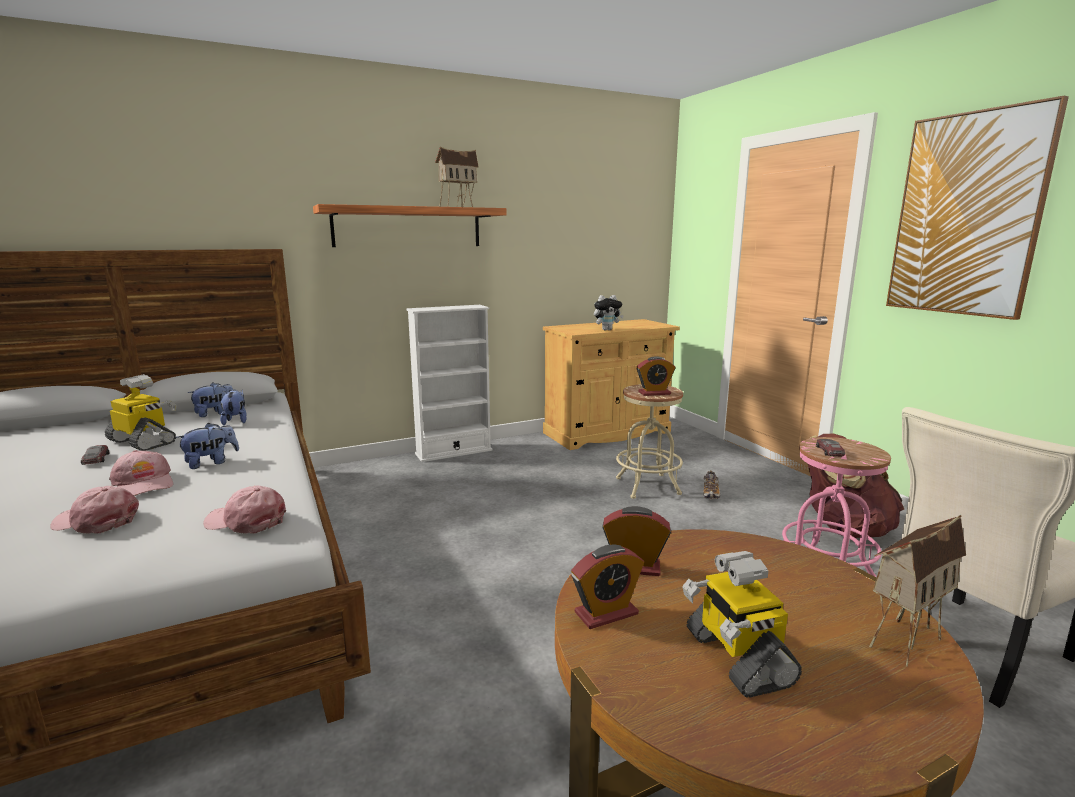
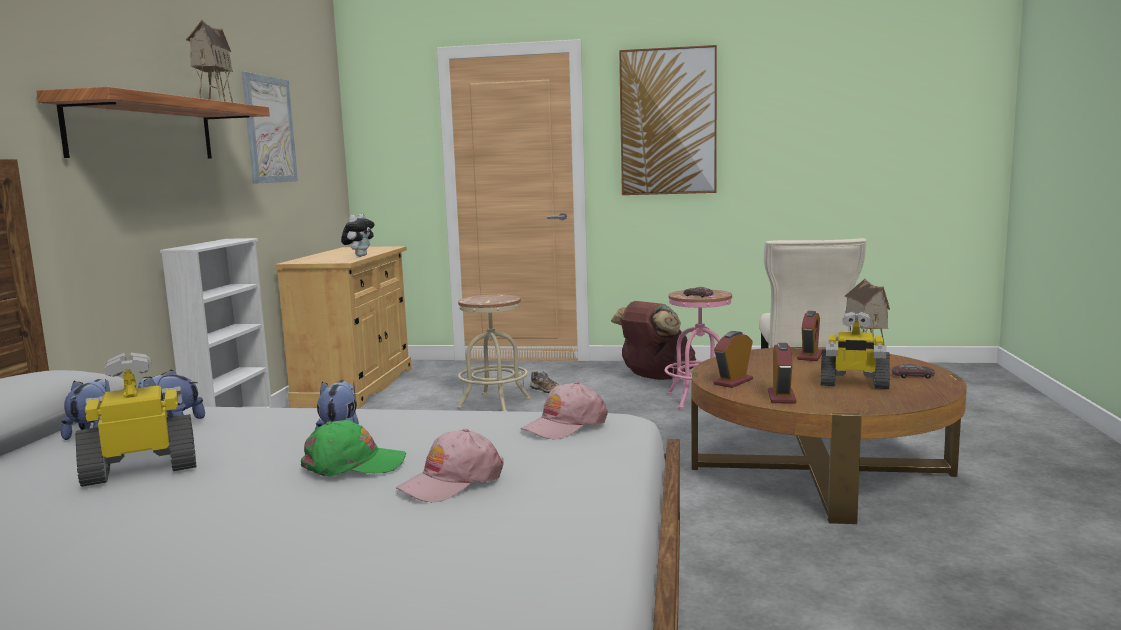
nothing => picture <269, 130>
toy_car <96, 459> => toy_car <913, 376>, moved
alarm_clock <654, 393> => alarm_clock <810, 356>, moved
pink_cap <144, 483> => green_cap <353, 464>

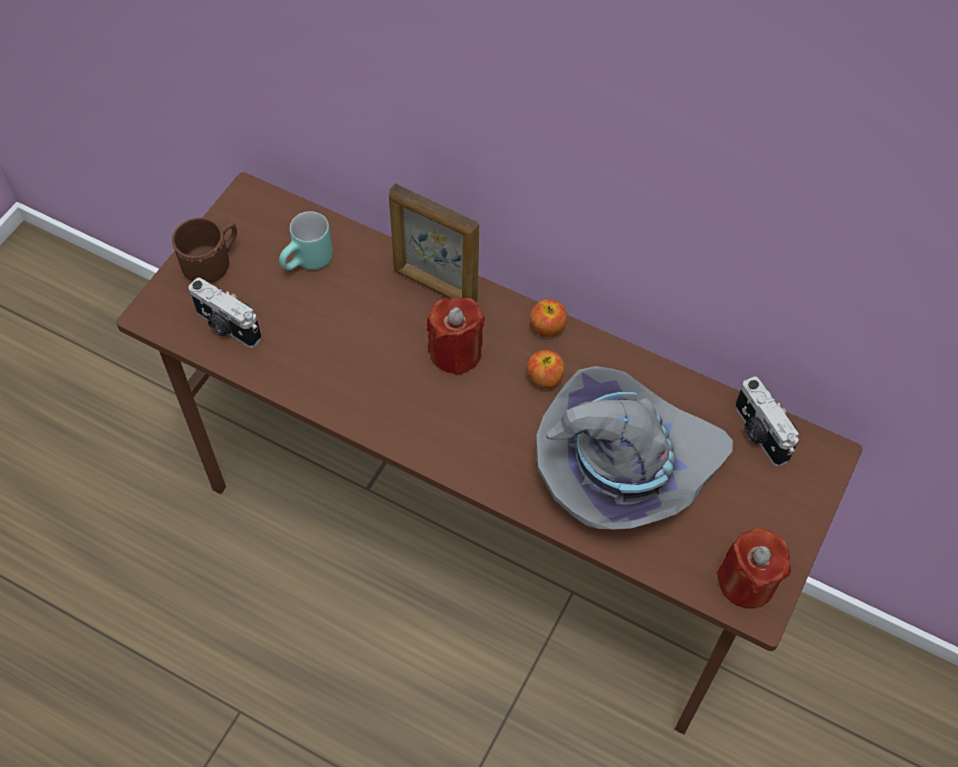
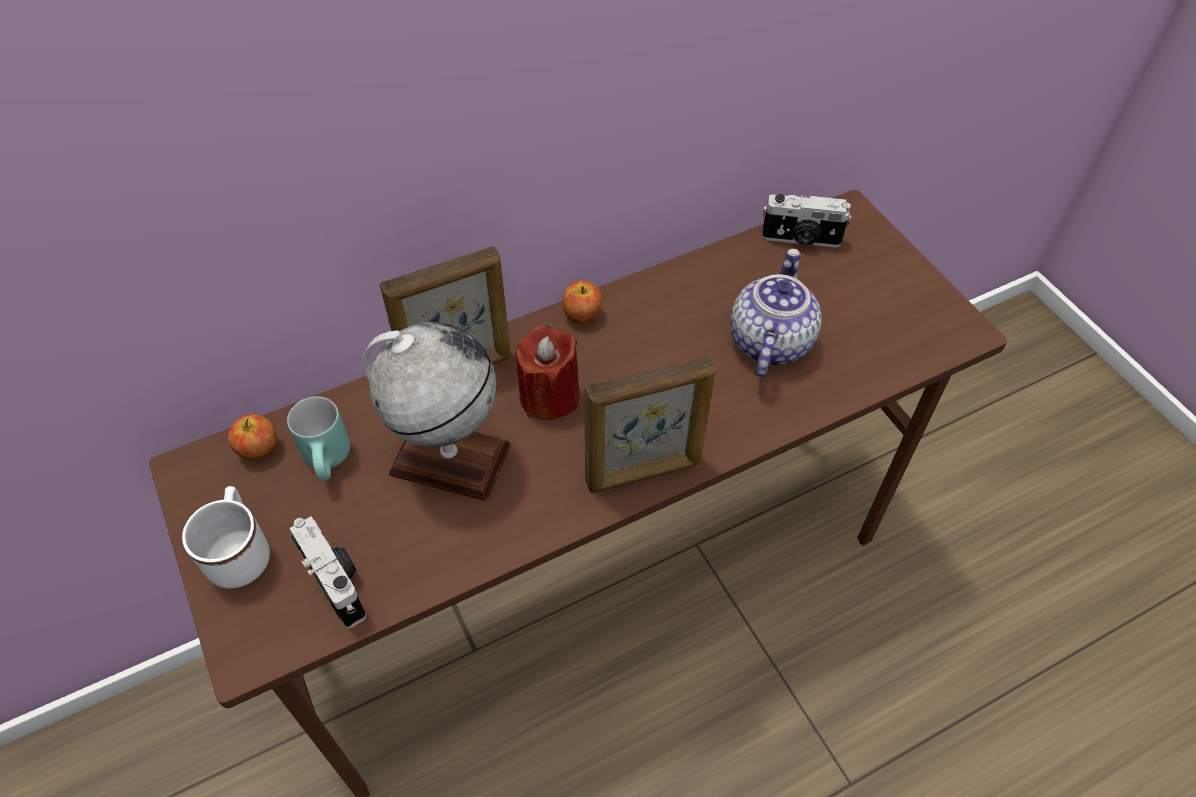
red_candle <747, 582> => nothing
nothing => globe <449, 459>
nothing => picture_frame <644, 473>
apple <544, 378> => apple <258, 449>, moved
grey_hat <624, 466> => teapot <769, 341>
brown_mug <213, 263> => white_mug <241, 552>
photo_camera <227, 327> => photo_camera <337, 583>, 105 degrees counterclockwise

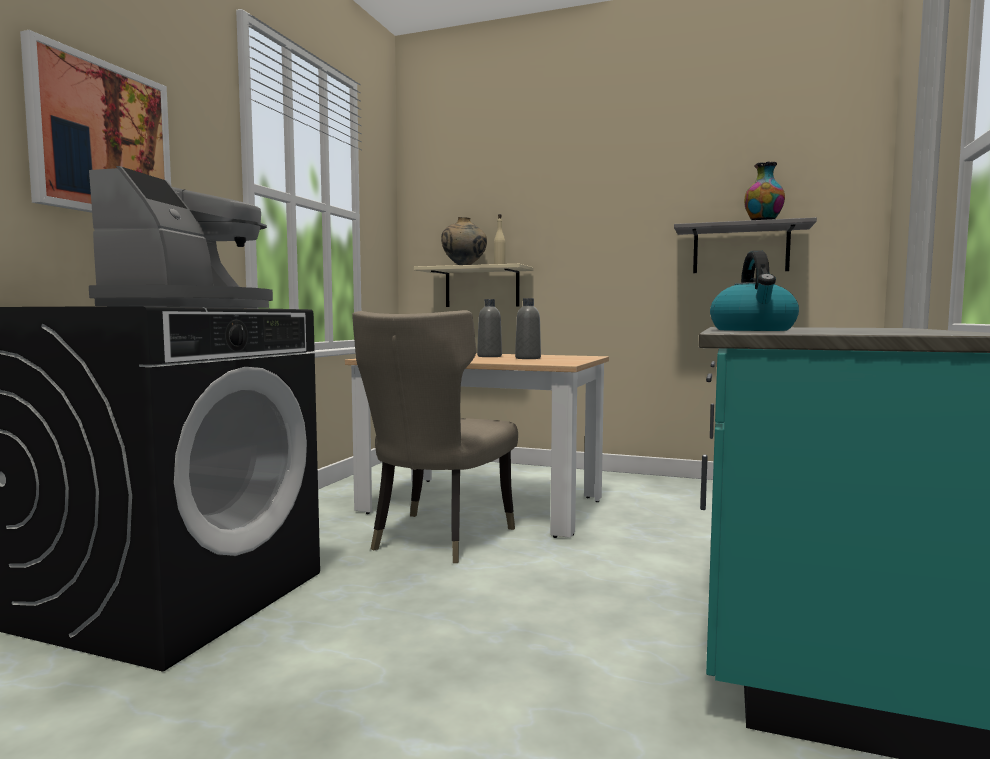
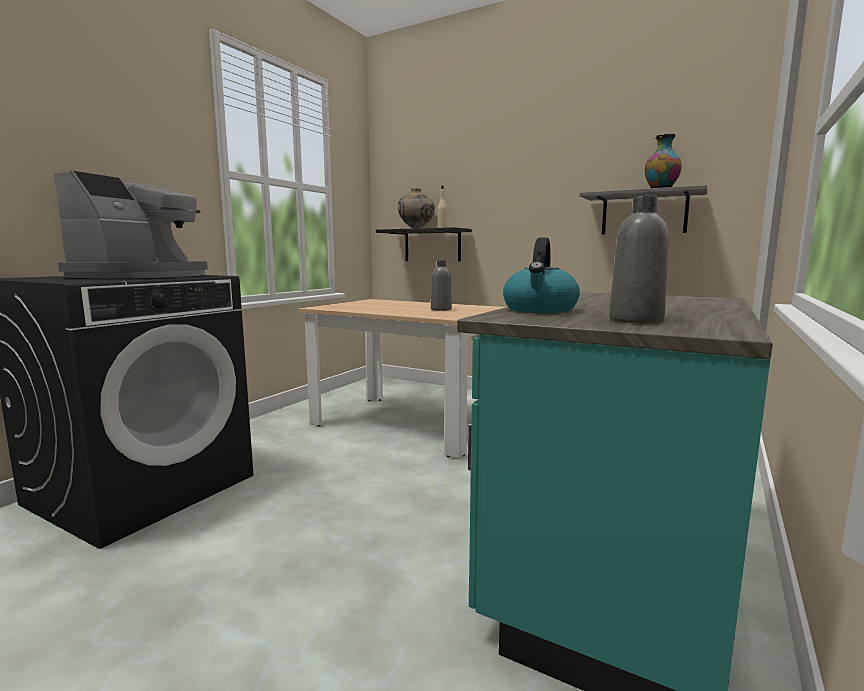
picture <101, 139> => nothing
beige_chair <436, 539> => nothing
grey_bottle <489, 356> => grey_bottle <635, 320>, moved
beige_shelf <482, 287> => black_shelf <432, 245>

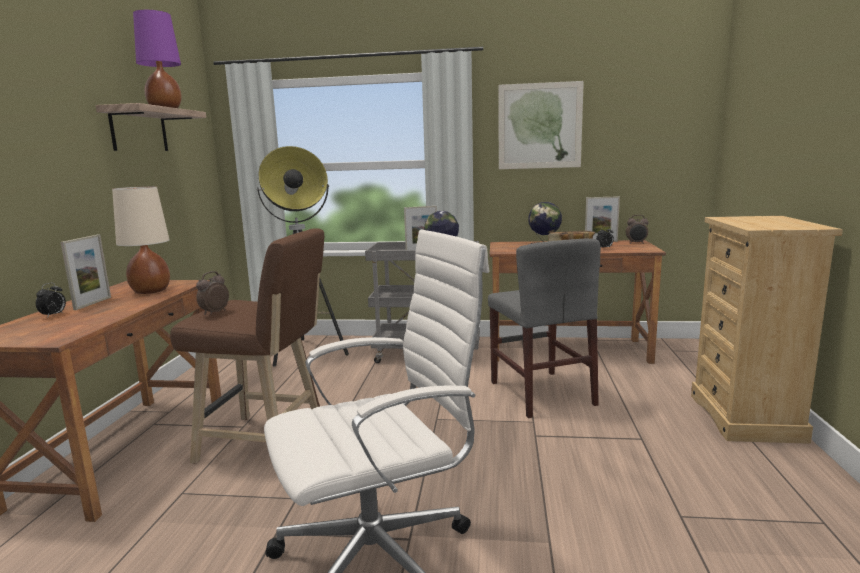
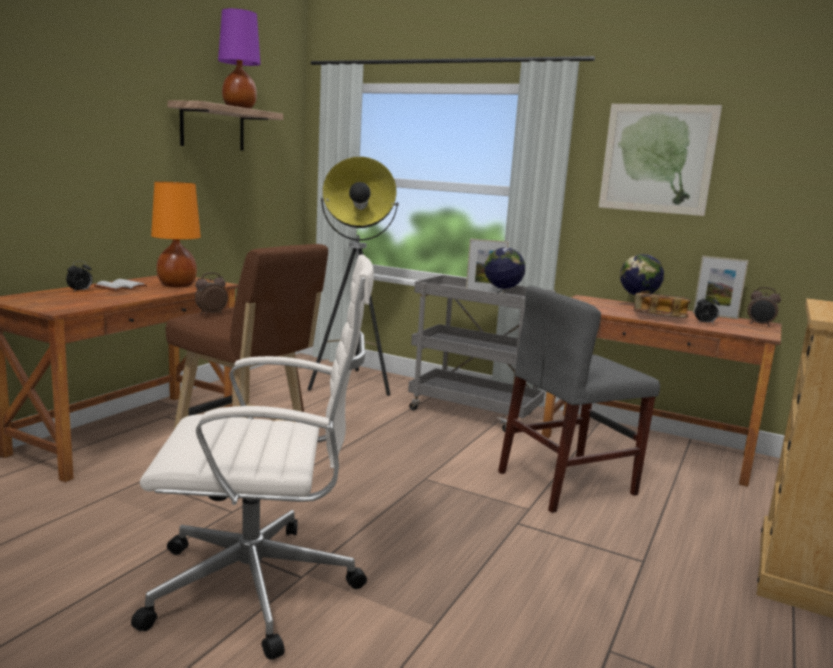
picture_frame <93, 303> => white_book <120, 287>
beige_table_lamp <151, 291> => orange_table_lamp <177, 285>
grey_chair <541, 393> => grey_chair <567, 483>, 60 degrees clockwise

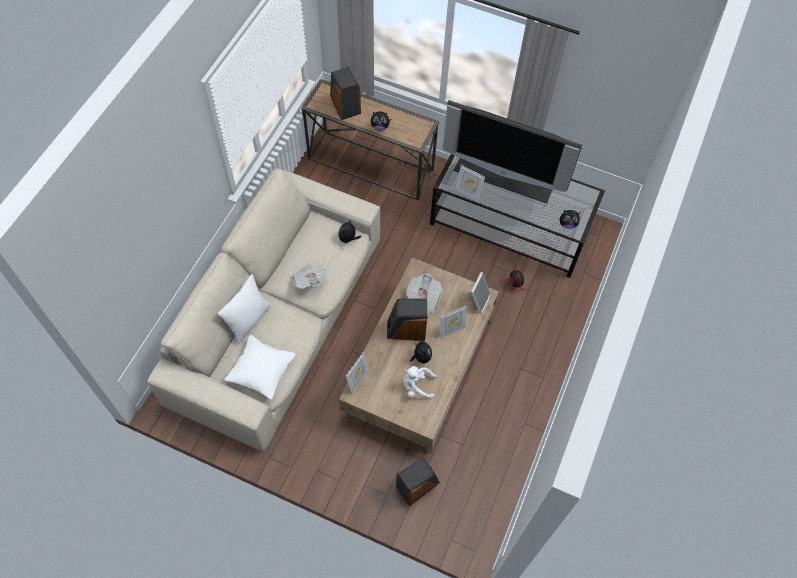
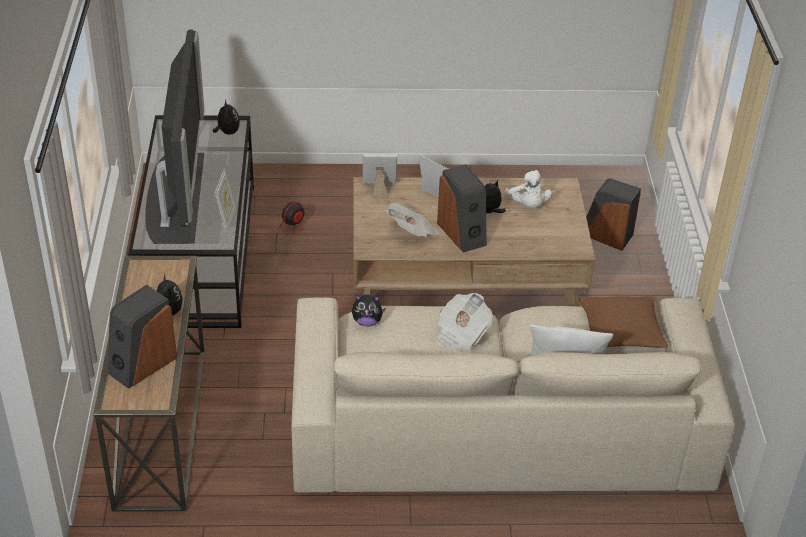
picture_frame <358, 380> => nothing
white_pillow <261, 370> => brown_pillow <620, 332>

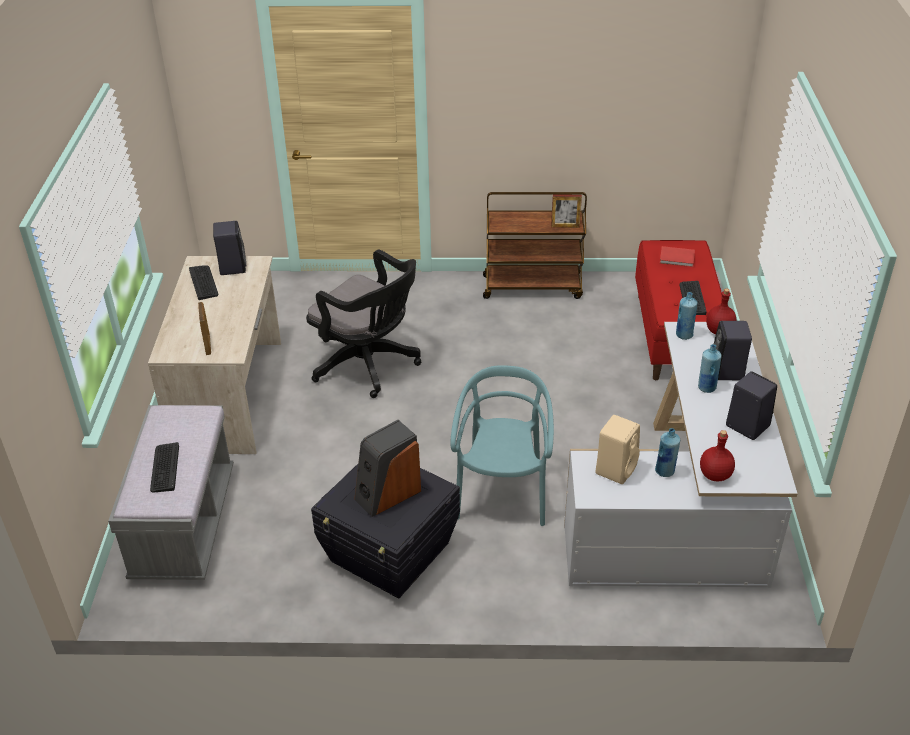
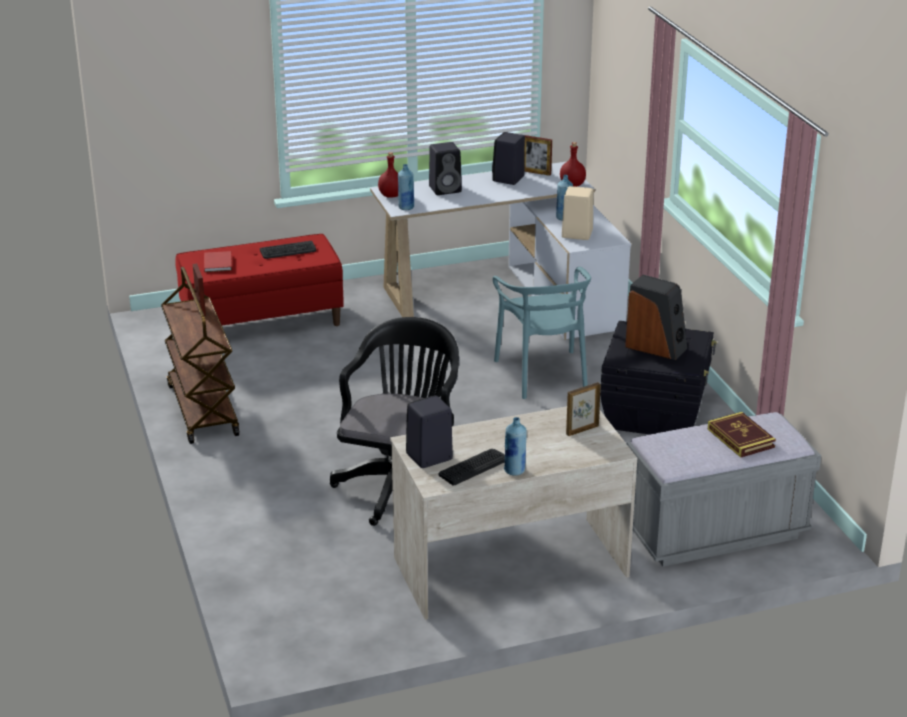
nothing => picture_frame <536, 172>
blue_bottle <706, 387> => blue_bottle <514, 471>, moved
keyboard <164, 468> => book <740, 438>
turquoise_chair <502, 493> => turquoise_chair <543, 374>, 90 degrees counterclockwise

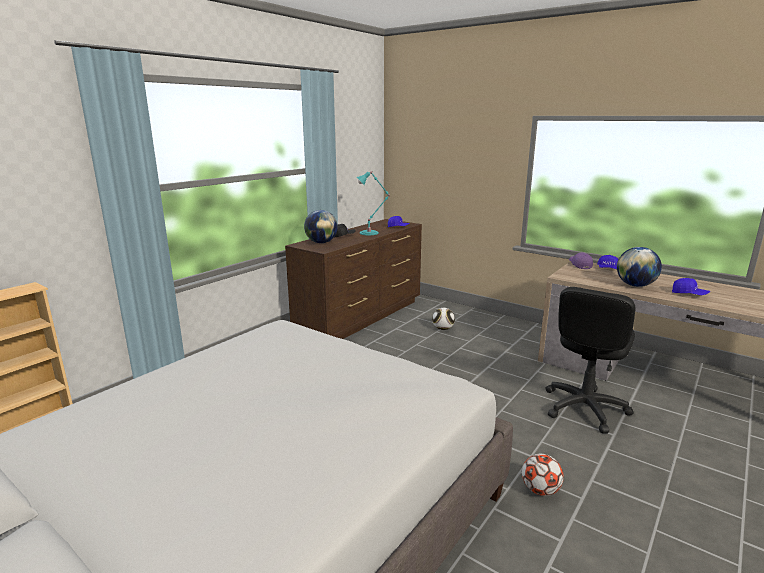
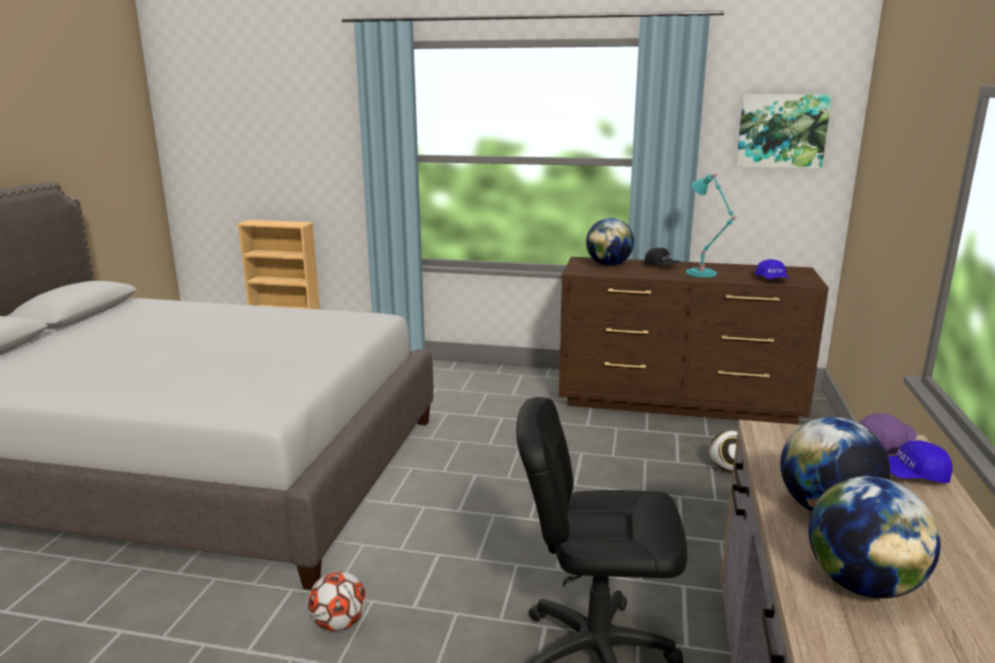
nothing => picture <781, 131>
blue_cap <689, 294> => globe <862, 584>

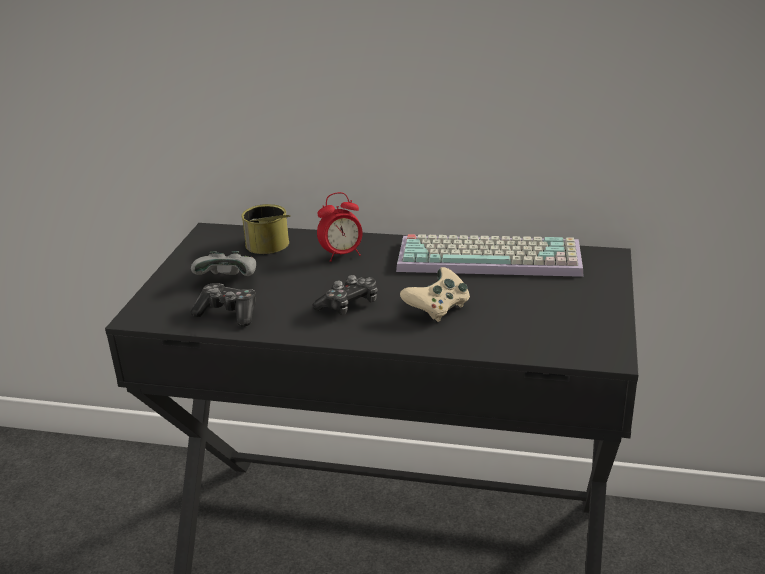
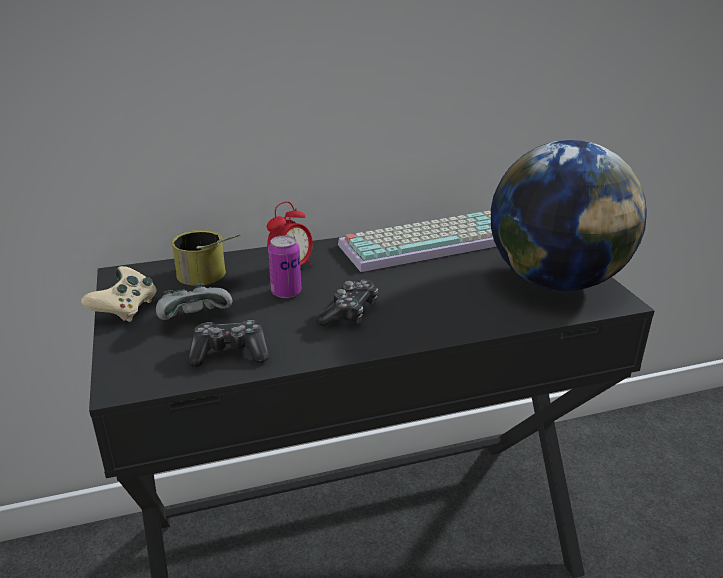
nothing => can <286, 292>
nothing => globe <555, 281>
beige_game_controller <438, 309> => beige_game_controller <125, 309>, moved

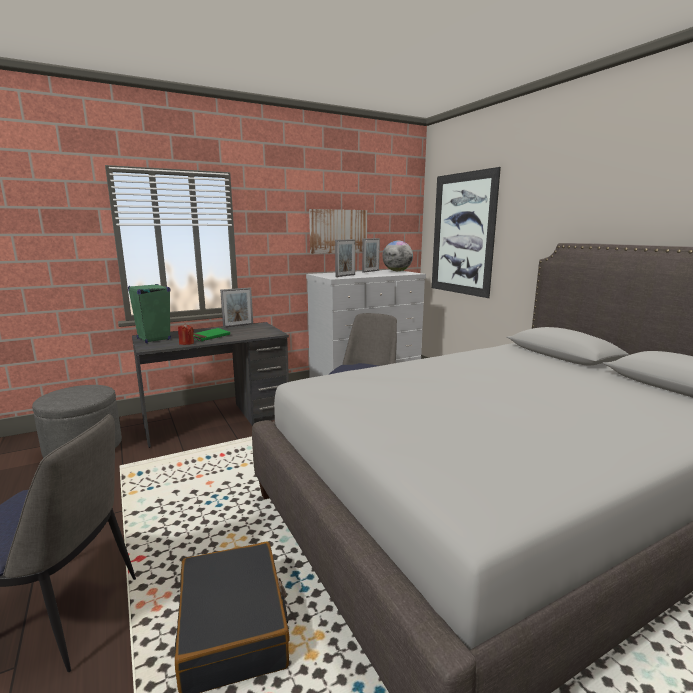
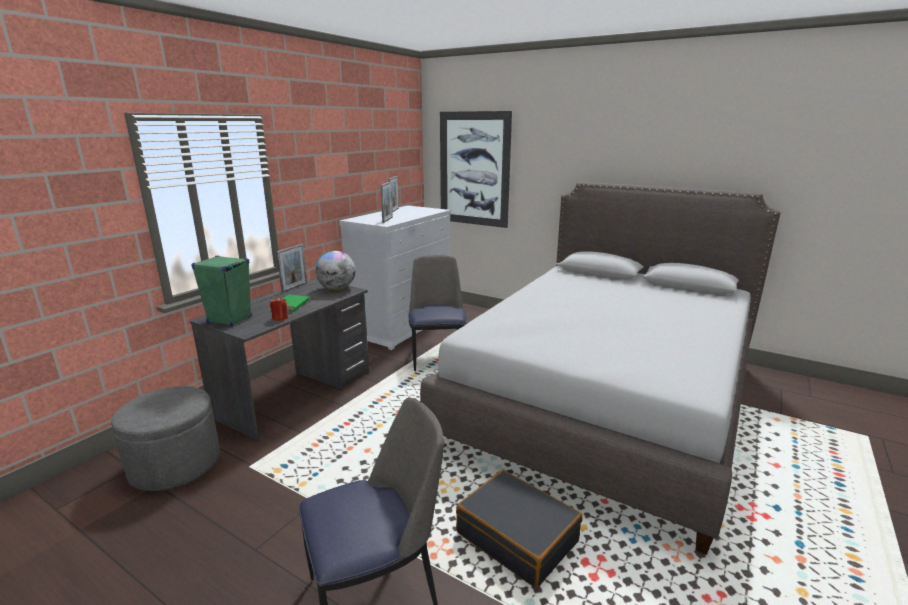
picture <338, 231> => nothing
globe <397, 271> => globe <337, 289>, moved

